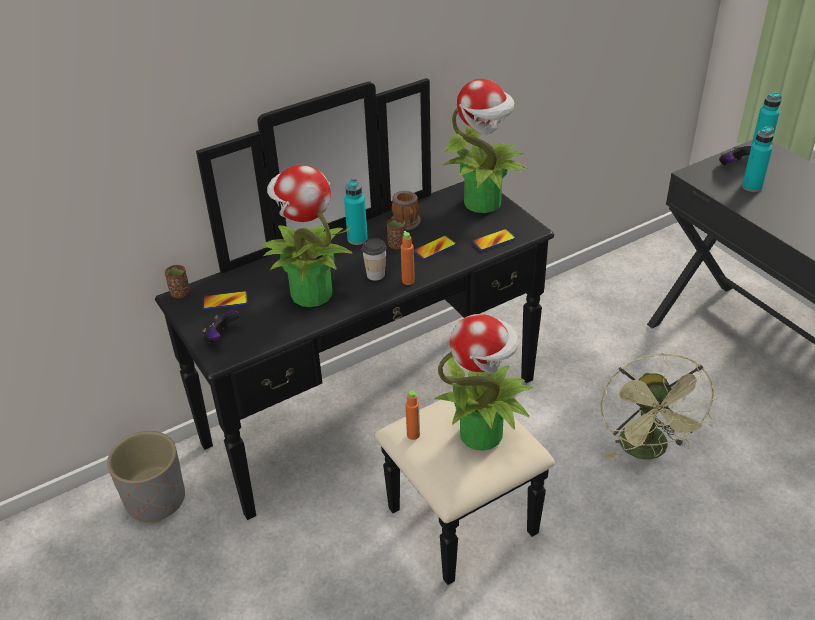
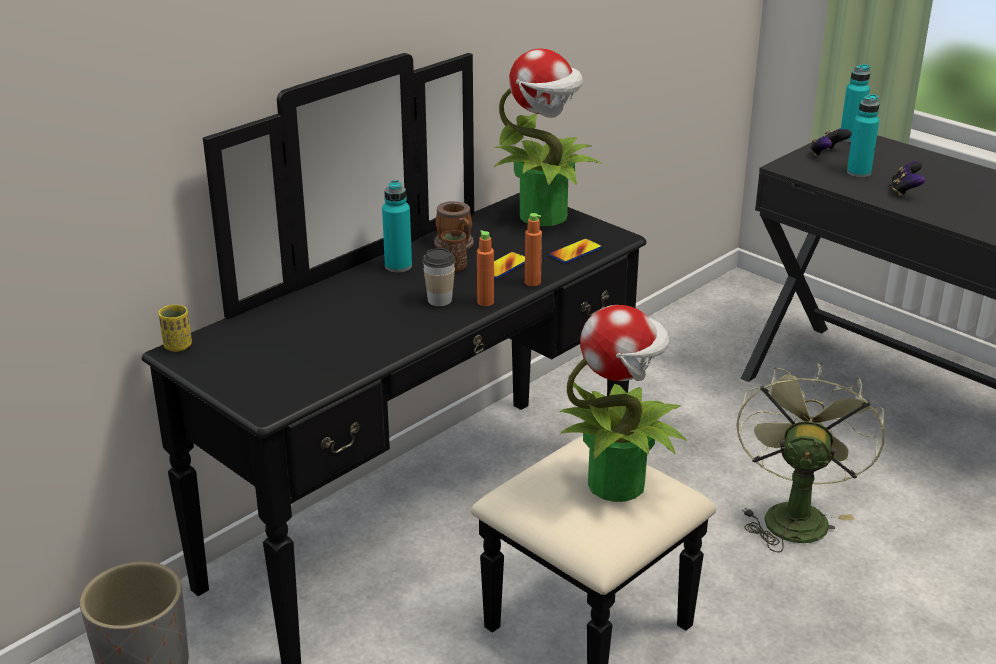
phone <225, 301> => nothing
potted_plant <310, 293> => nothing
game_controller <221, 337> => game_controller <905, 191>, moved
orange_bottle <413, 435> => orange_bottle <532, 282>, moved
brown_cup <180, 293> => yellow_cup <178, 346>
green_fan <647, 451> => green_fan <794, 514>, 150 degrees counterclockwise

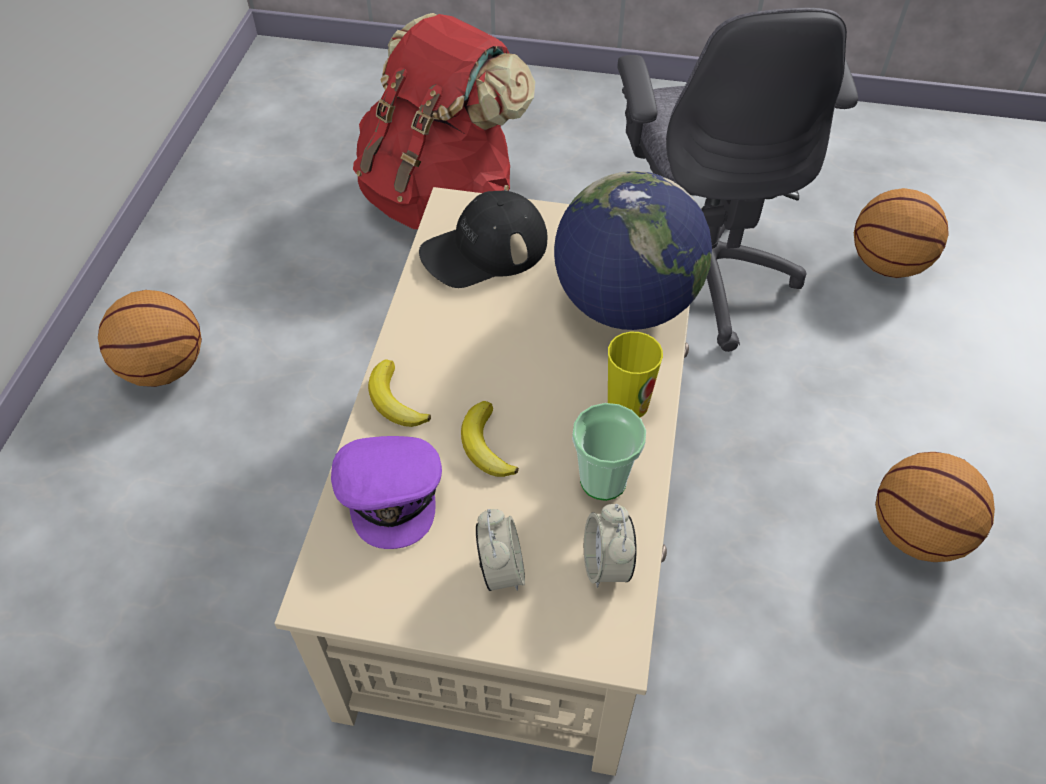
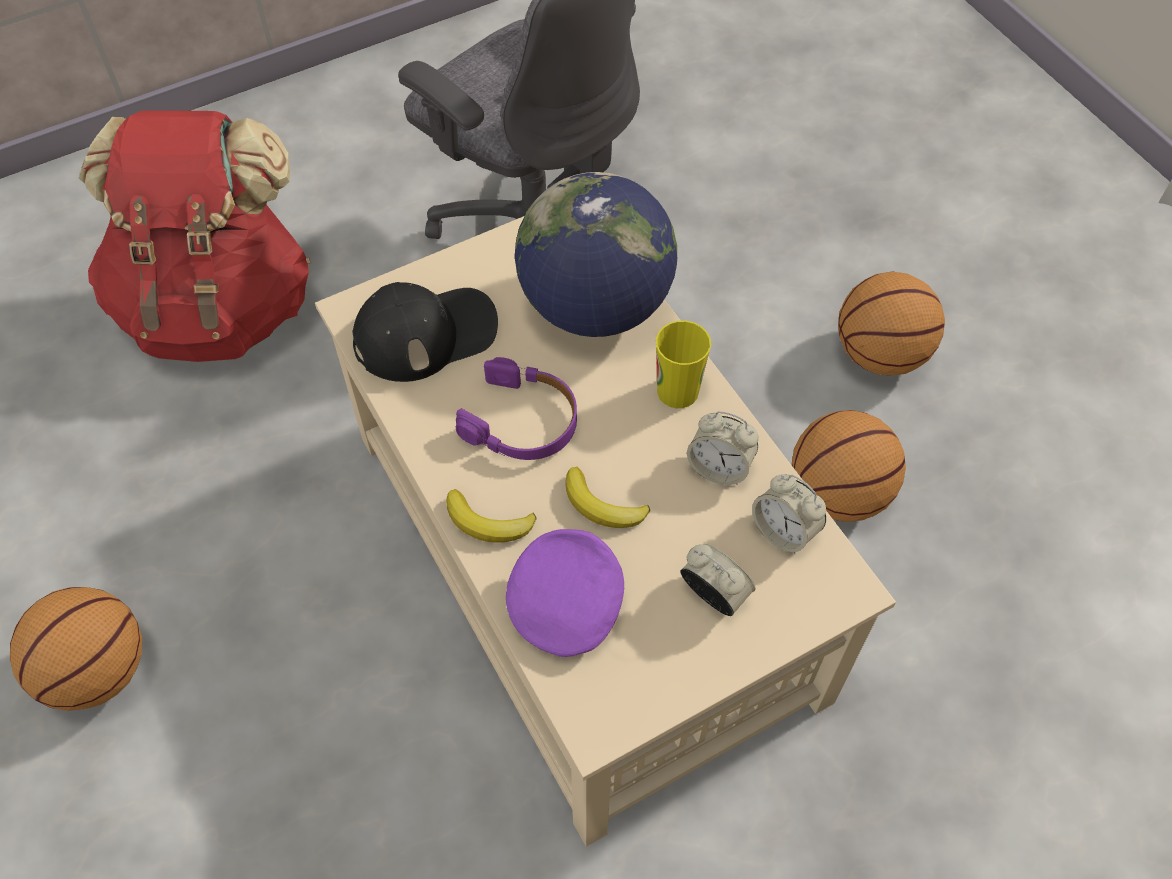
nothing => purple_headphones <522, 421>
basketball <886, 265> => basketball <838, 494>, moved
cup <603, 480> => alarm_clock <719, 467>
purple_cap <391, 492> => purple_cap <566, 600>, 105 degrees counterclockwise
black_cap <484, 249> => black_cap <426, 333>, 135 degrees counterclockwise

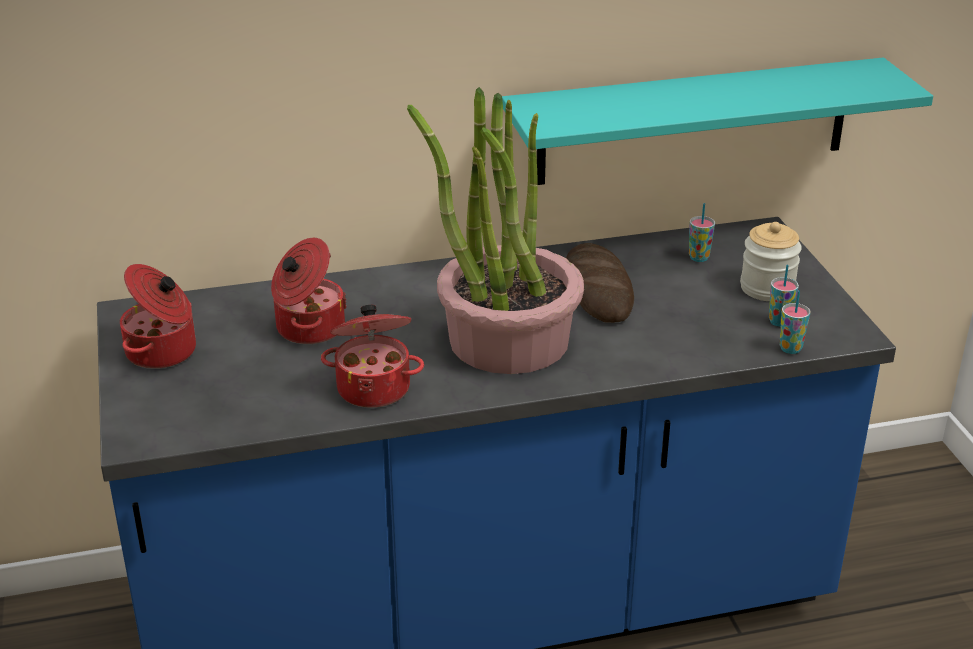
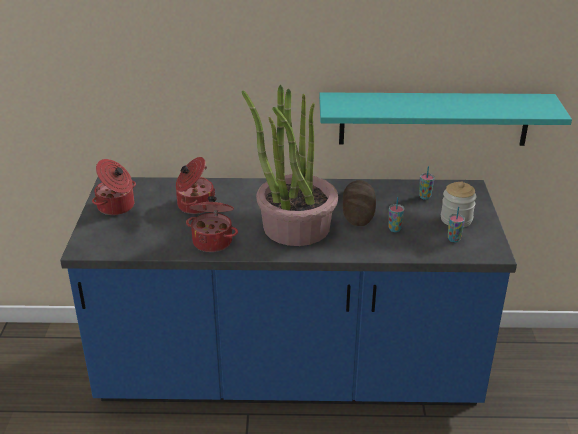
cup <790, 348> => cup <394, 229>, moved

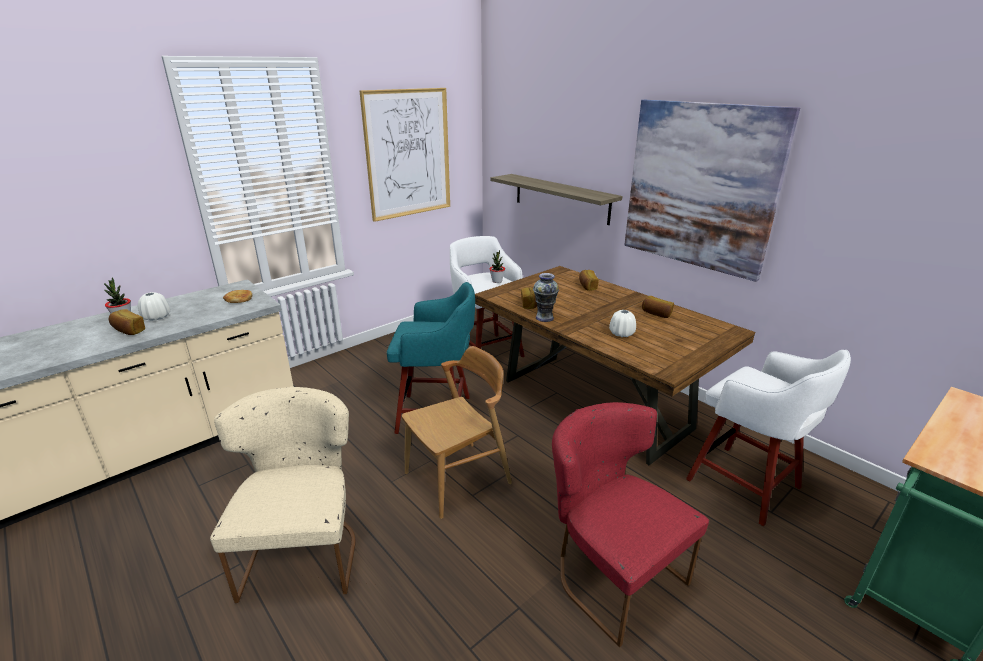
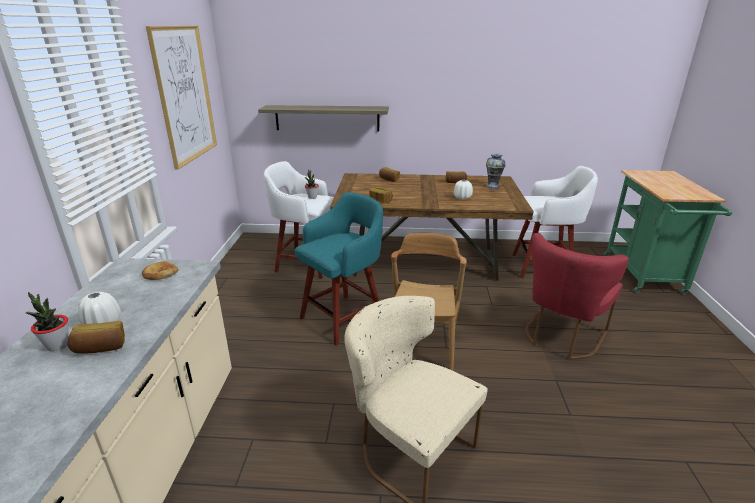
picture <699, 187> => nothing
vase <545, 318> => vase <493, 186>, moved
red_chair <610, 573> => red_chair <560, 337>, 60 degrees counterclockwise

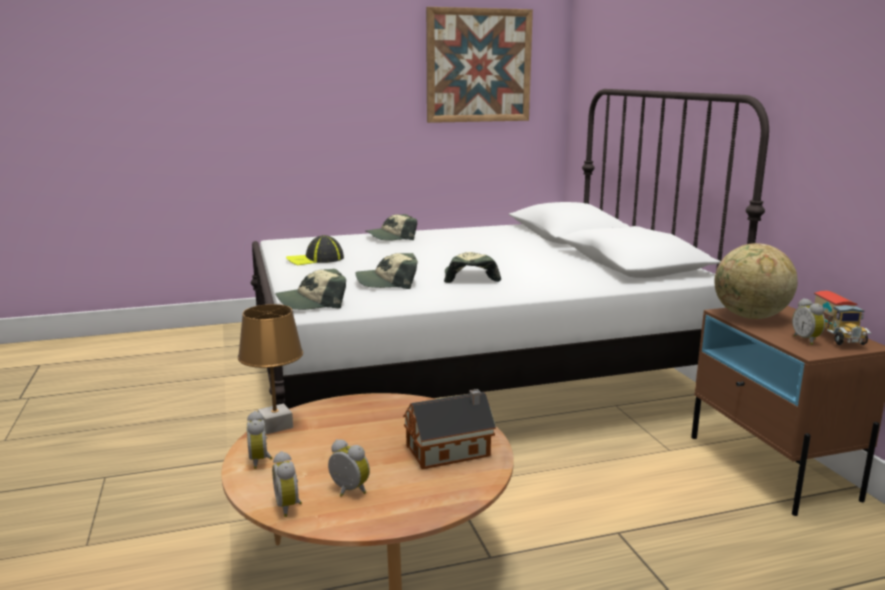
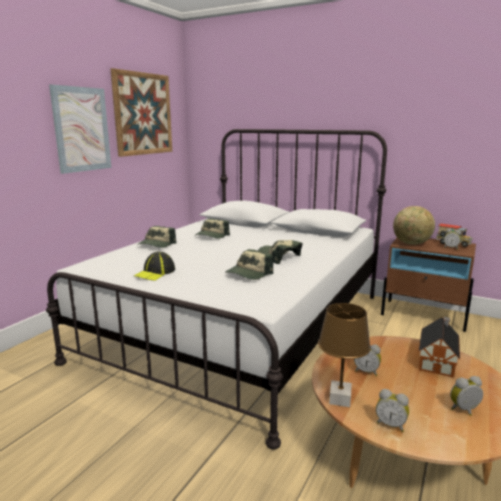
nothing => picture <82, 129>
alarm_clock <289, 506> => alarm_clock <366, 371>, moved
cap <312, 302> => cap <212, 236>, moved

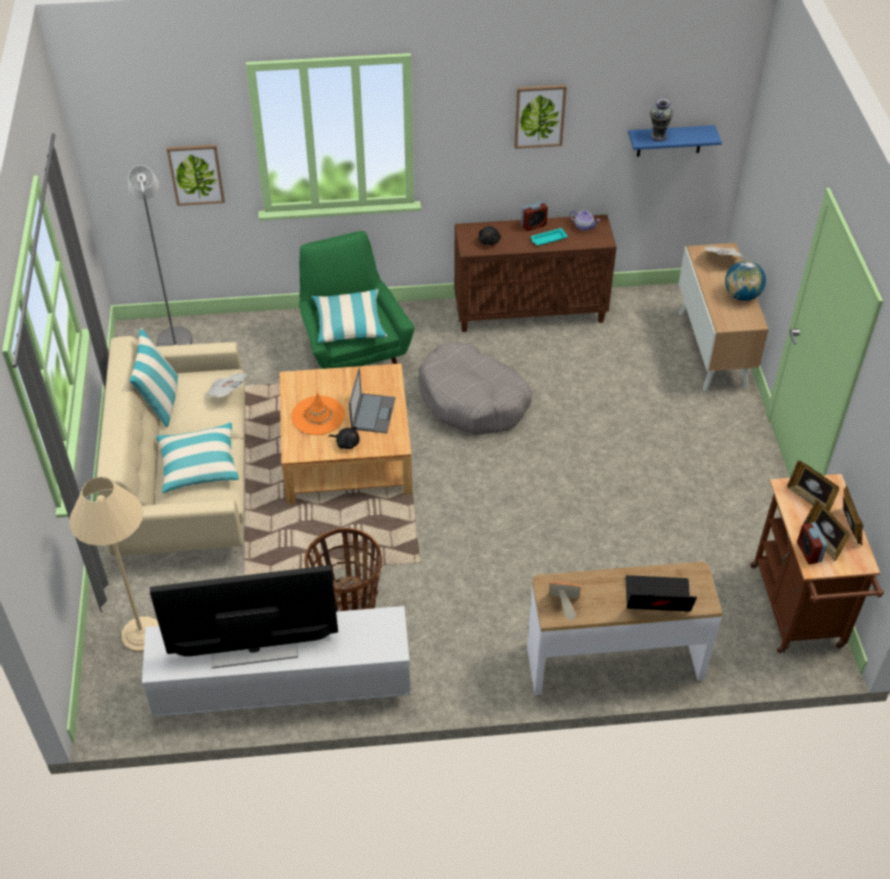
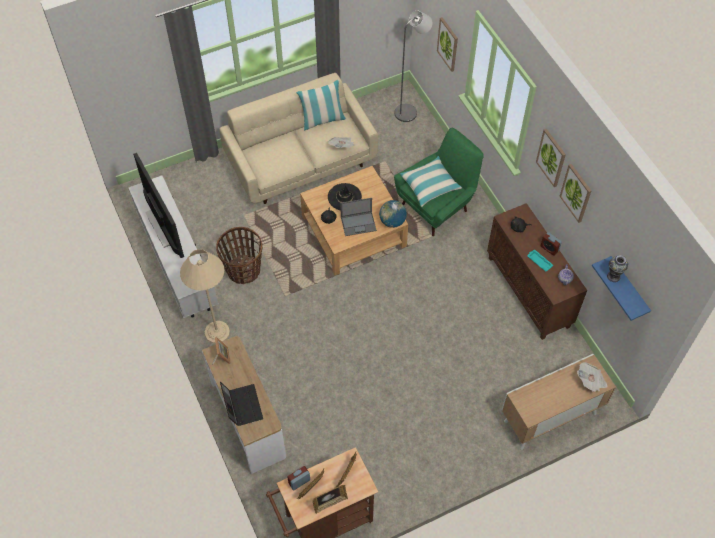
pillow <199, 465> => nothing
grey_dog_bed <473, 400> => nothing
nothing => picture <551, 157>
beige_floor_lamp <142, 635> => beige_floor_lamp <217, 332>, moved
globe <742, 296> => globe <392, 221>, moved
orange_hat <318, 416> => black_hat <344, 197>

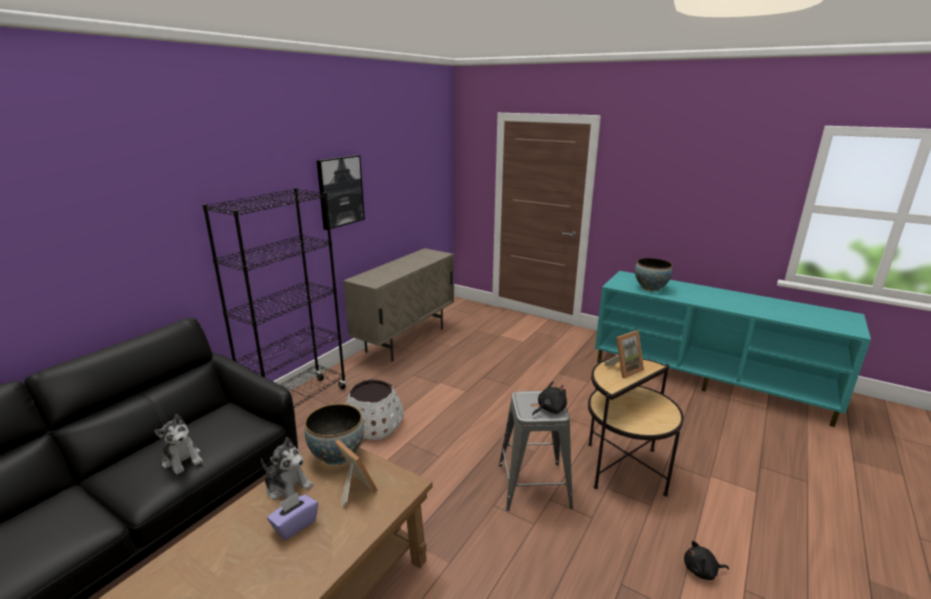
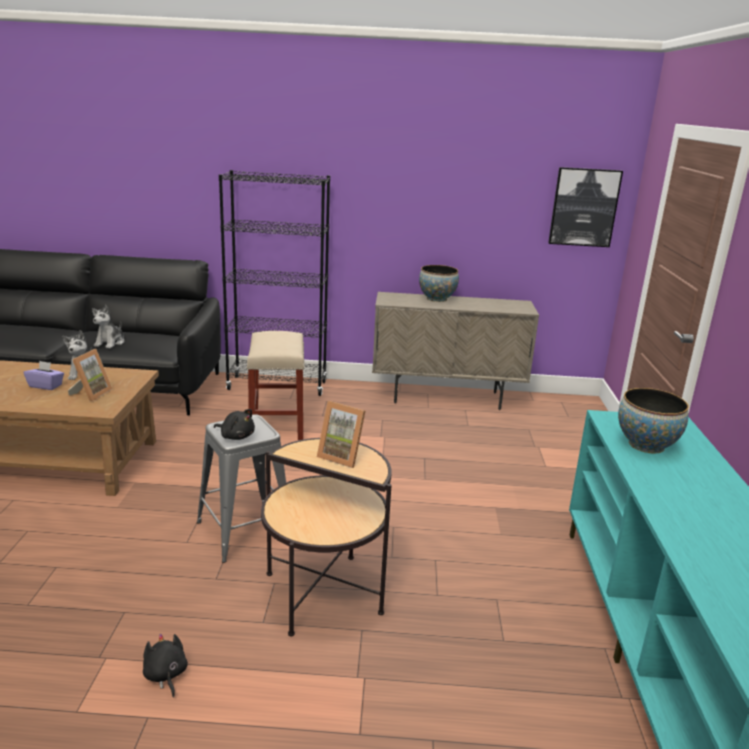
bowl <337, 455> => bowl <437, 299>, moved
picture <340, 191> => picture <584, 207>, moved
white_planter <373, 425> => beige_stool <277, 424>

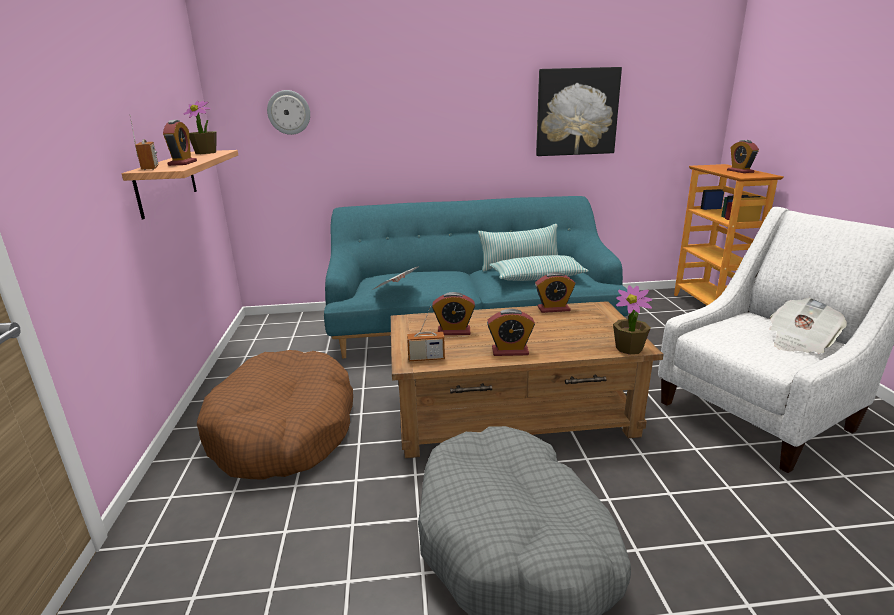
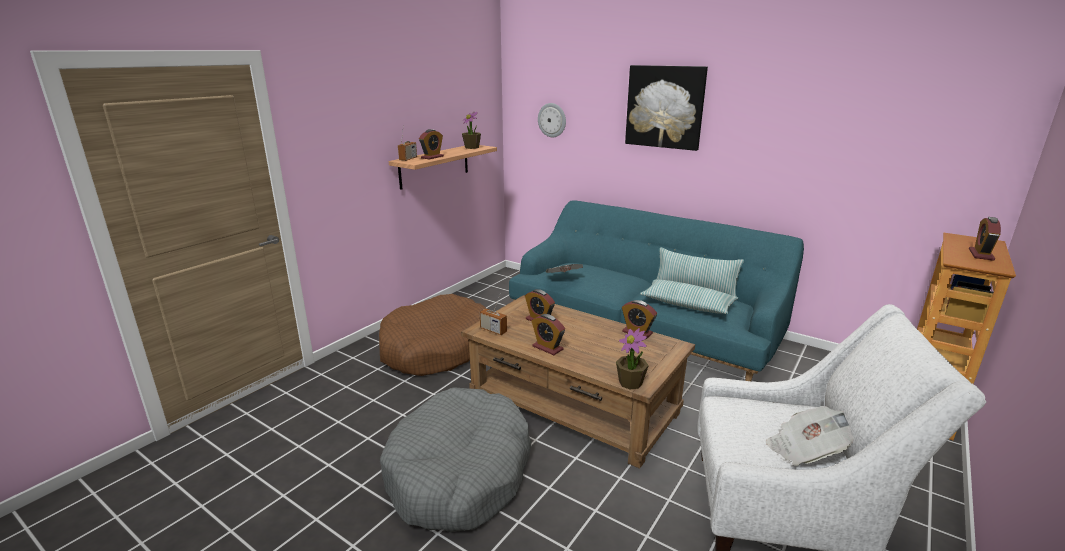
picture <576, 112> => picture <665, 107>, moved

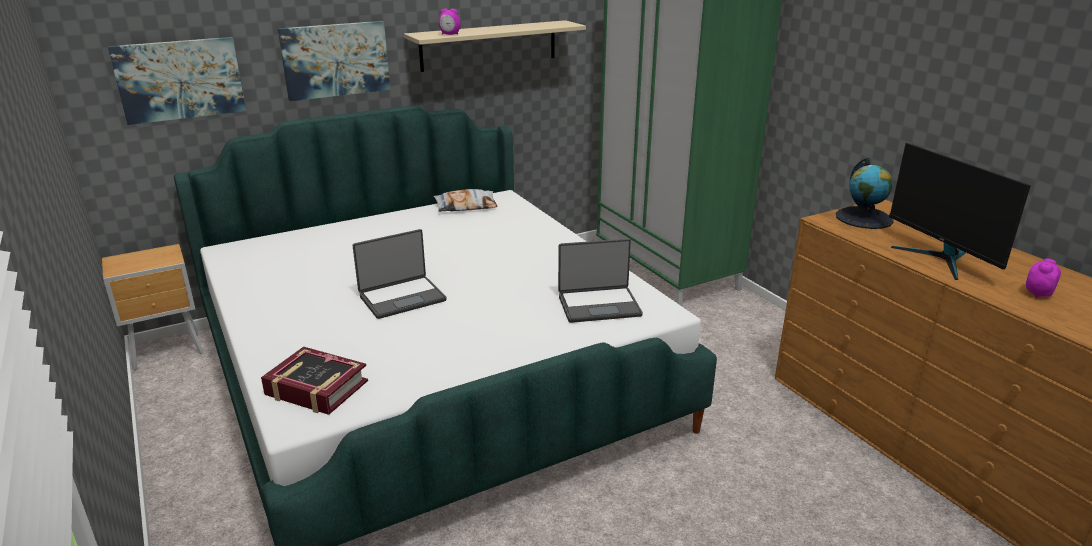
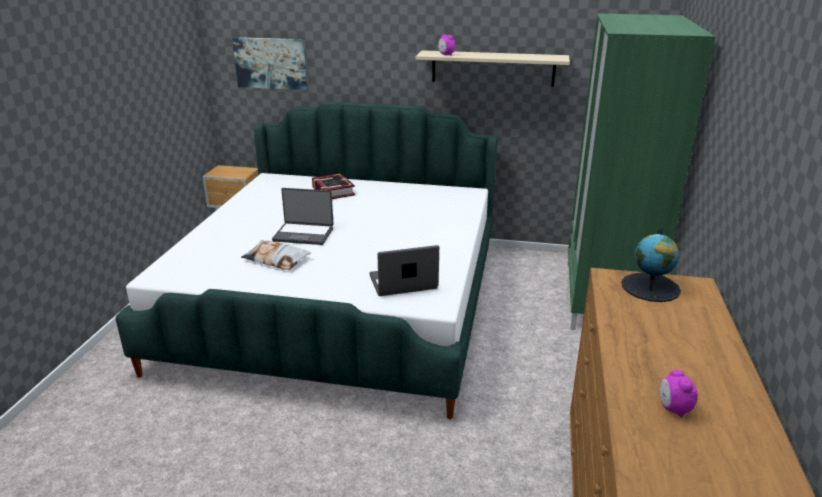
picture <335, 60> => nothing
monitor <941, 259> => nothing
book <316, 388> => book <333, 191>, moved
pillow <466, 206> => pillow <276, 259>, moved
laptop <599, 305> => laptop <403, 283>, 135 degrees clockwise
alarm_clock <1037, 294> => alarm_clock <673, 409>, 90 degrees counterclockwise

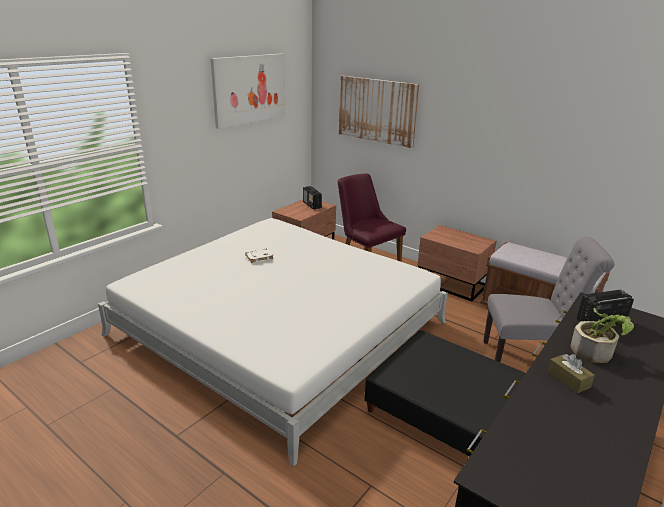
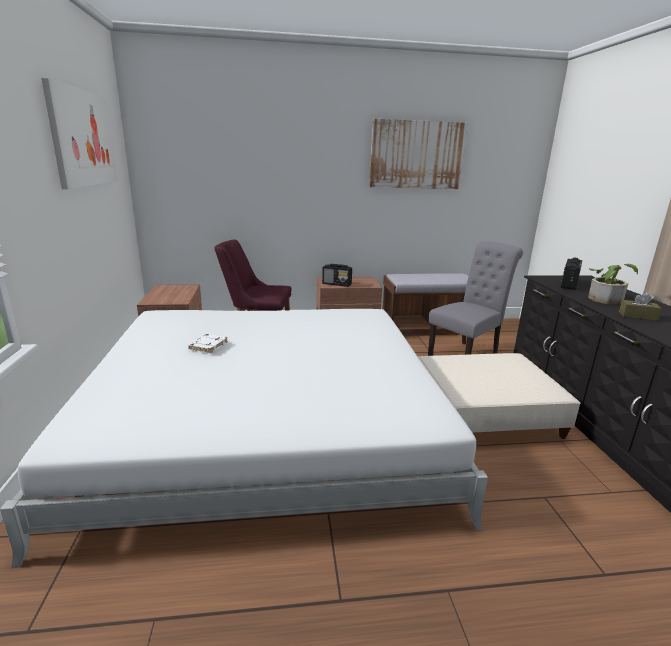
radio <312, 205> => radio <337, 284>, moved
picture <377, 110> => picture <416, 155>, moved
black_ottoman <443, 409> => beige_ottoman <484, 412>

